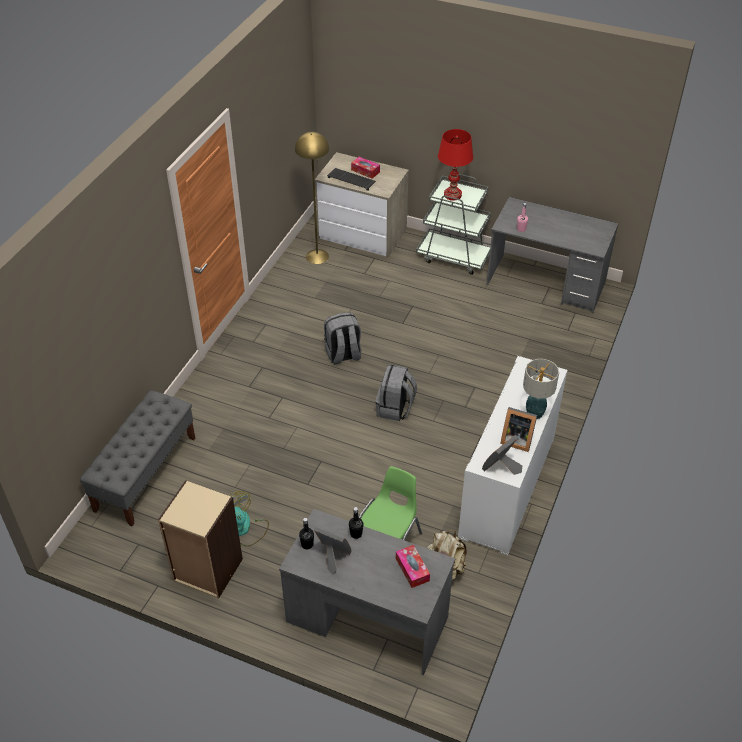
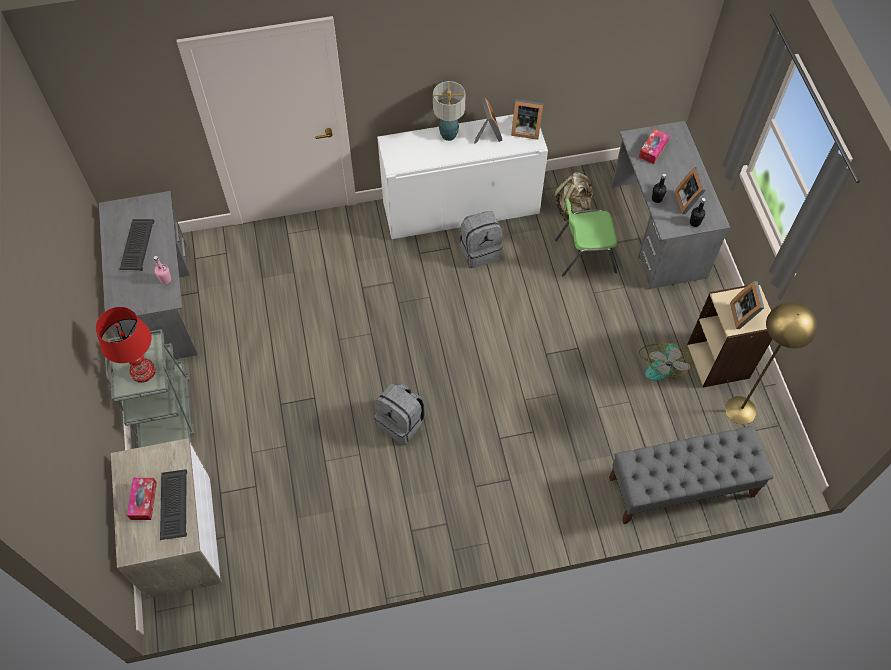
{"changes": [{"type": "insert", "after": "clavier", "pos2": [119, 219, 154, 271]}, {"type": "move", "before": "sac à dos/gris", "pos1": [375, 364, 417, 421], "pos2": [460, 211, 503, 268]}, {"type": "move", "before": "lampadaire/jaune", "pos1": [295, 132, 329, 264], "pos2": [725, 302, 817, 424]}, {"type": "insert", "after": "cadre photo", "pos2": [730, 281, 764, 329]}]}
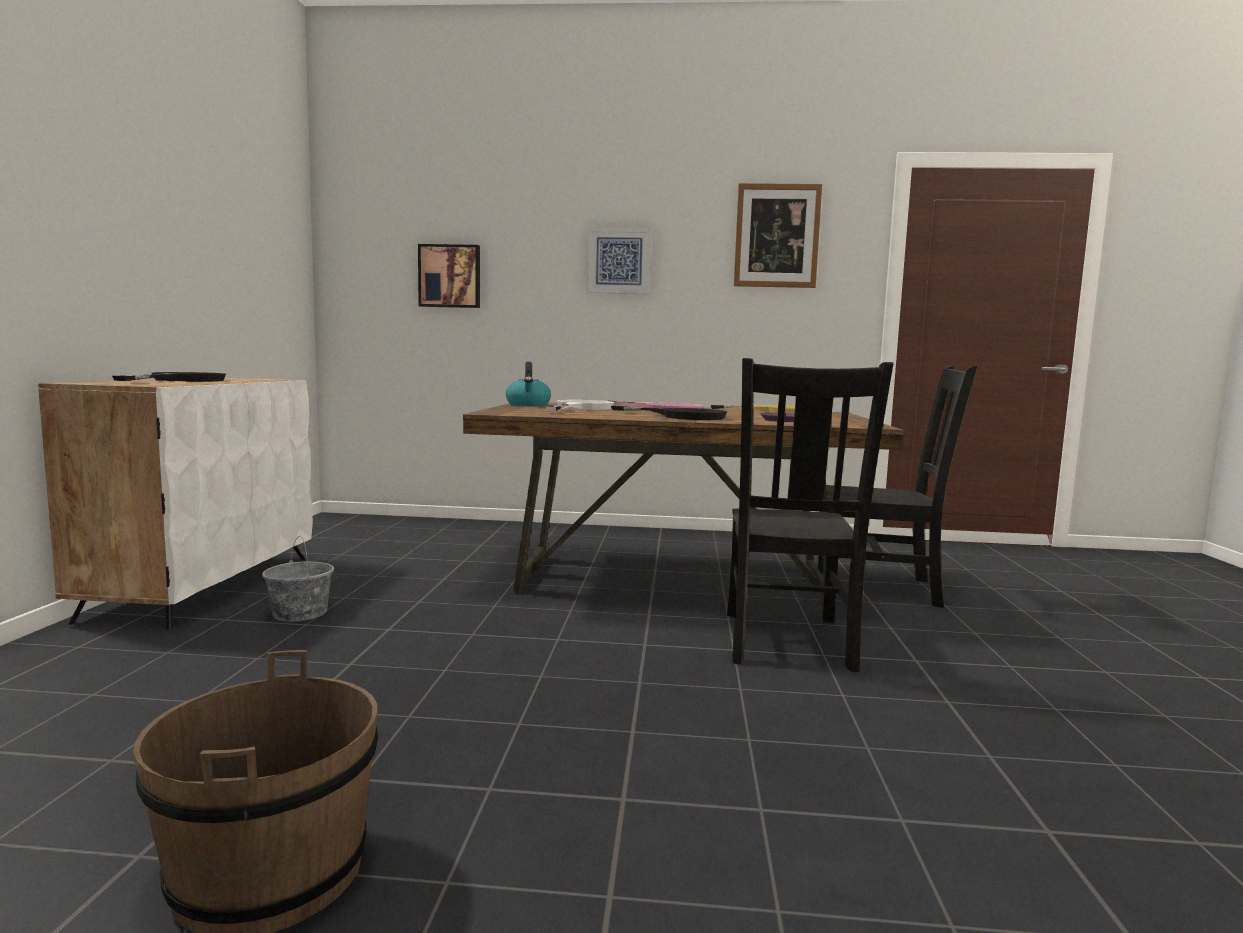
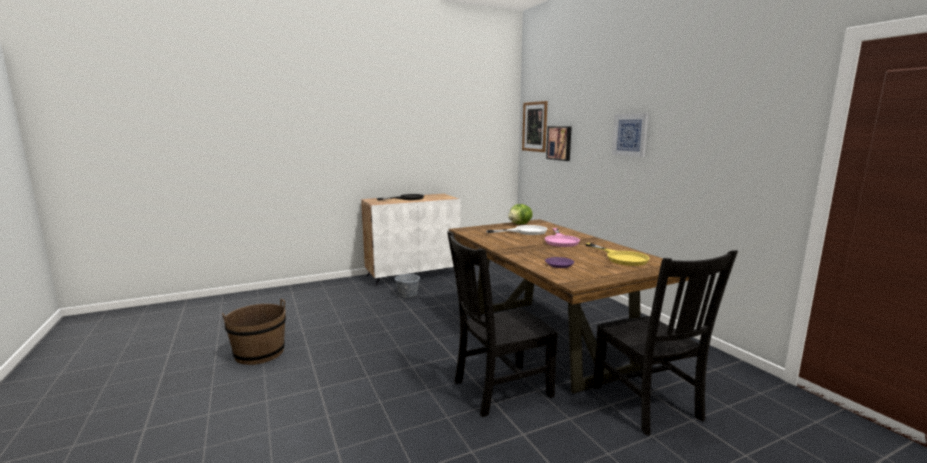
{"changes": [{"type": "replace", "before": "bouilloire", "after": "laitue", "pos1": [506, 362, 551, 406], "pos2": [508, 204, 533, 224]}, {"type": "move", "before": "tableau", "pos1": [734, 183, 822, 288], "pos2": [522, 101, 547, 152]}, {"type": "delete", "before": "poêle/noir", "pos1": [611, 406, 727, 420]}]}
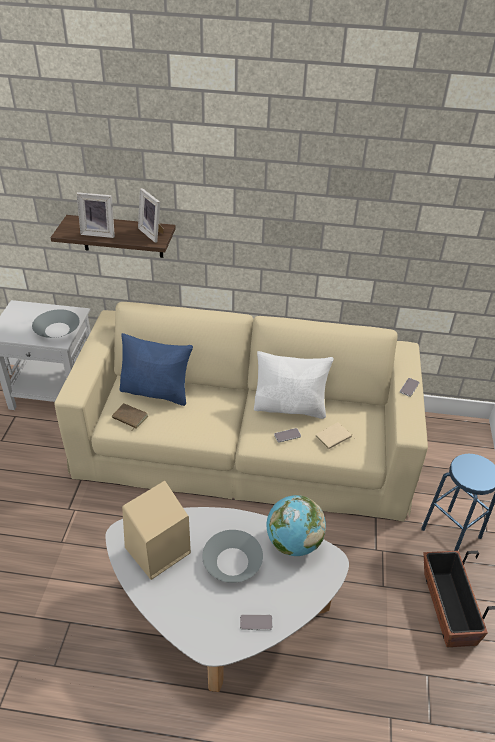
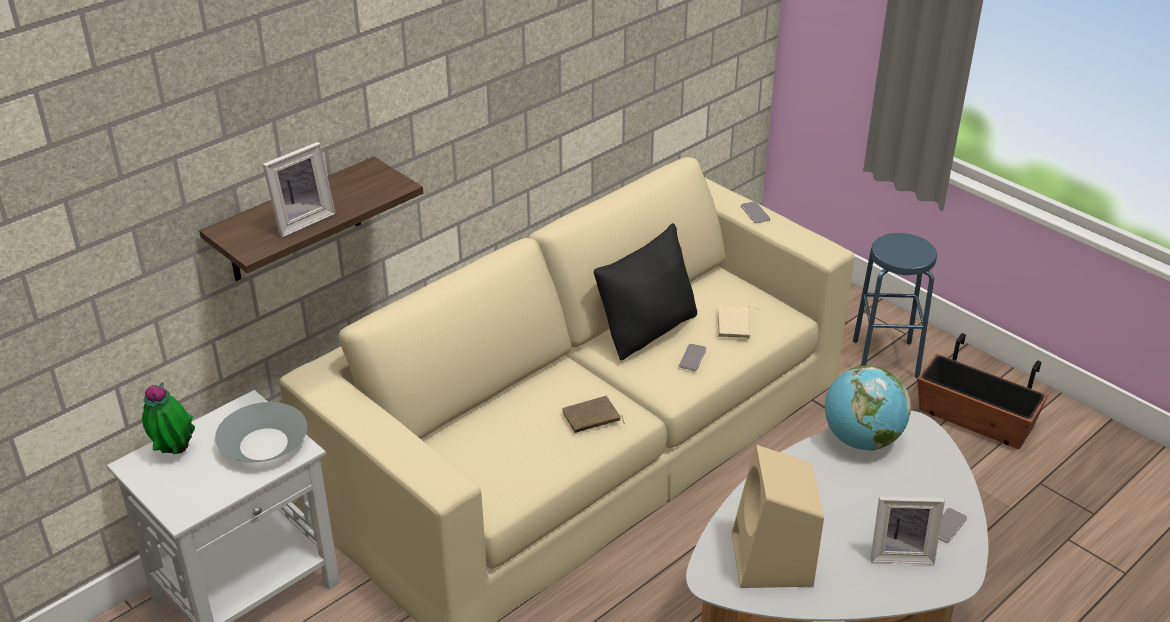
{"changes": [{"type": "insert", "after": "plante en pot", "pos2": [142, 382, 195, 454]}, {"type": "move", "before": "livre/marron", "pos1": [112, 403, 148, 430], "pos2": [562, 396, 625, 433]}, {"type": "recolor", "before": "coussin/blanc", "after": "coussin/noir", "pos1": [254, 351, 334, 419], "pos2": [594, 223, 697, 361]}, {"type": "move", "before": "cadre photo", "pos1": [138, 188, 164, 243], "pos2": [870, 496, 945, 564]}, {"type": "delete", "before": "coussin/bleu", "pos1": [120, 333, 193, 406]}, {"type": "delete", "before": "bol/gris", "pos1": [202, 530, 263, 583]}]}
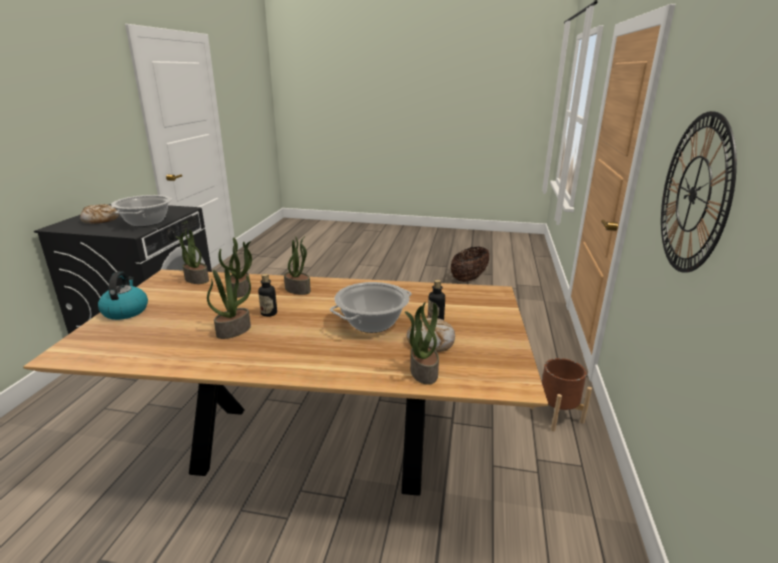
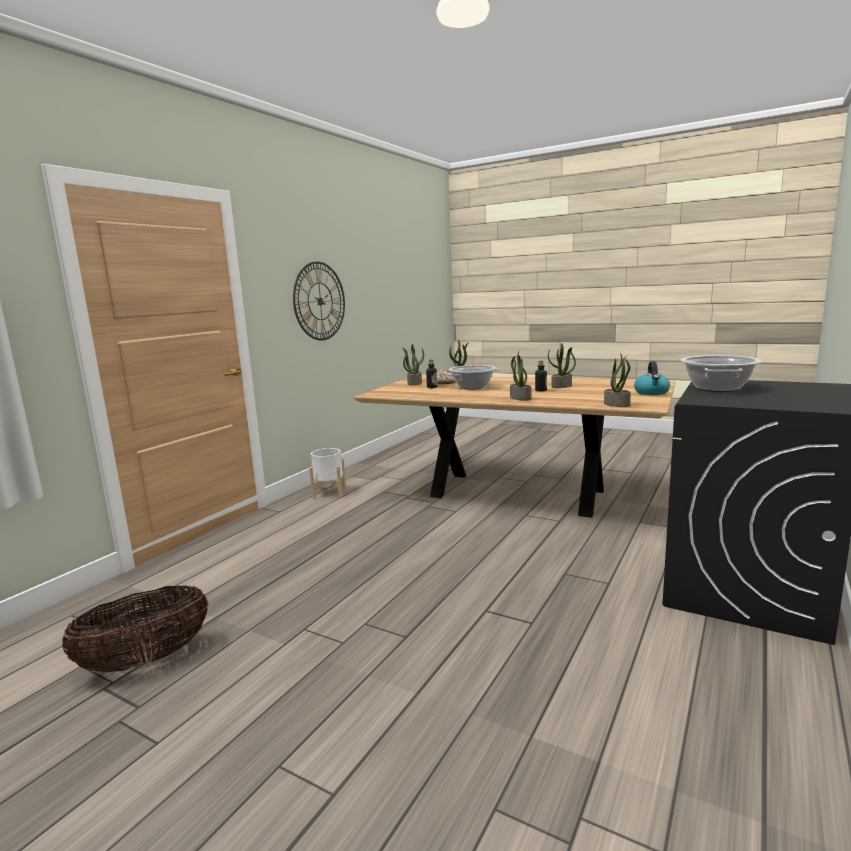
{"changes": [{"type": "recolor", "before": "cache-pot/marron", "after": "cache-pot/blanc", "pos1": [530, 358, 592, 431], "pos2": [309, 448, 346, 499]}, {"type": "move", "before": "plante en pot", "pos1": [218, 237, 252, 298], "pos2": [402, 344, 424, 385]}, {"type": "delete", "before": "pain", "pos1": [80, 204, 119, 224]}]}
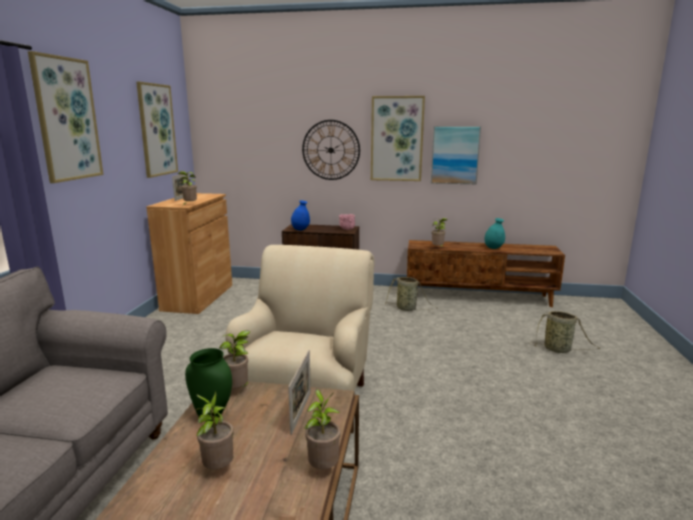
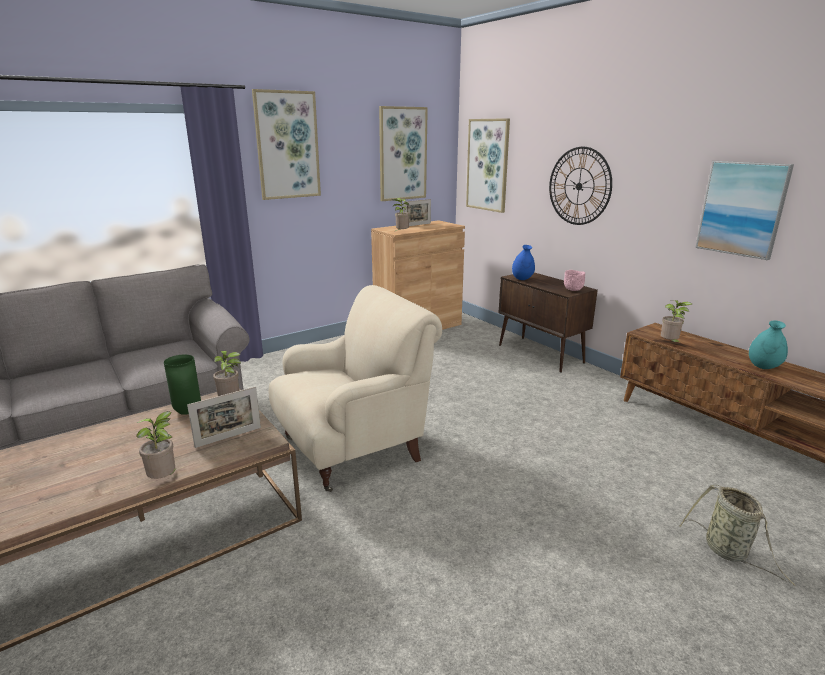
{"changes": [{"type": "move", "before": "tableau", "pos1": [371, 96, 425, 181], "pos2": [466, 118, 510, 213]}, {"type": "delete", "before": "plante en pot", "pos1": [196, 391, 234, 469]}, {"type": "delete", "before": "panier", "pos1": [385, 277, 437, 311]}]}
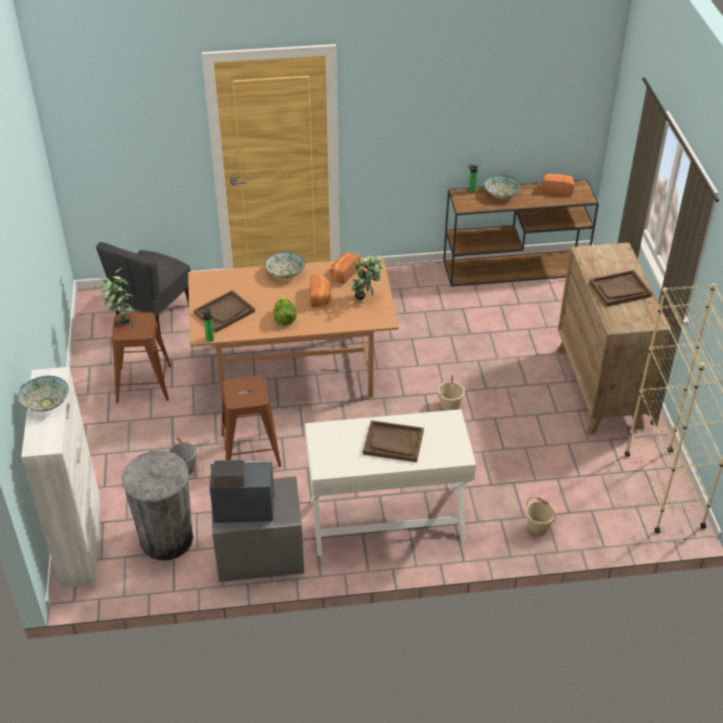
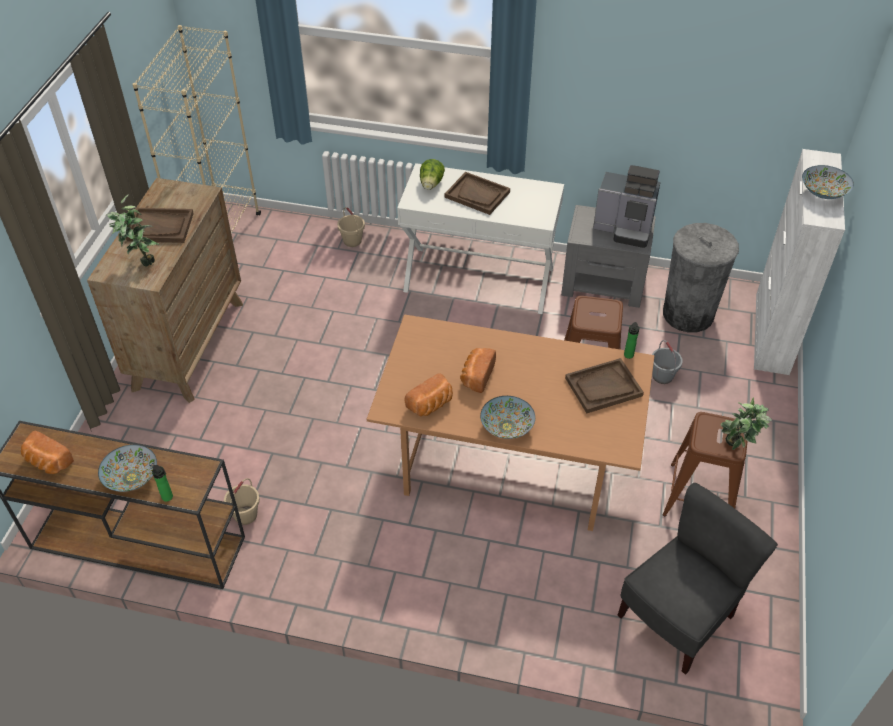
{"changes": [{"type": "move", "before": "plante en pot", "pos1": [350, 255, 385, 300], "pos2": [106, 194, 159, 267]}, {"type": "move", "before": "seau/beige", "pos1": [438, 374, 465, 411], "pos2": [224, 478, 260, 525]}, {"type": "move", "before": "laitue", "pos1": [274, 297, 297, 325], "pos2": [420, 159, 445, 190]}]}
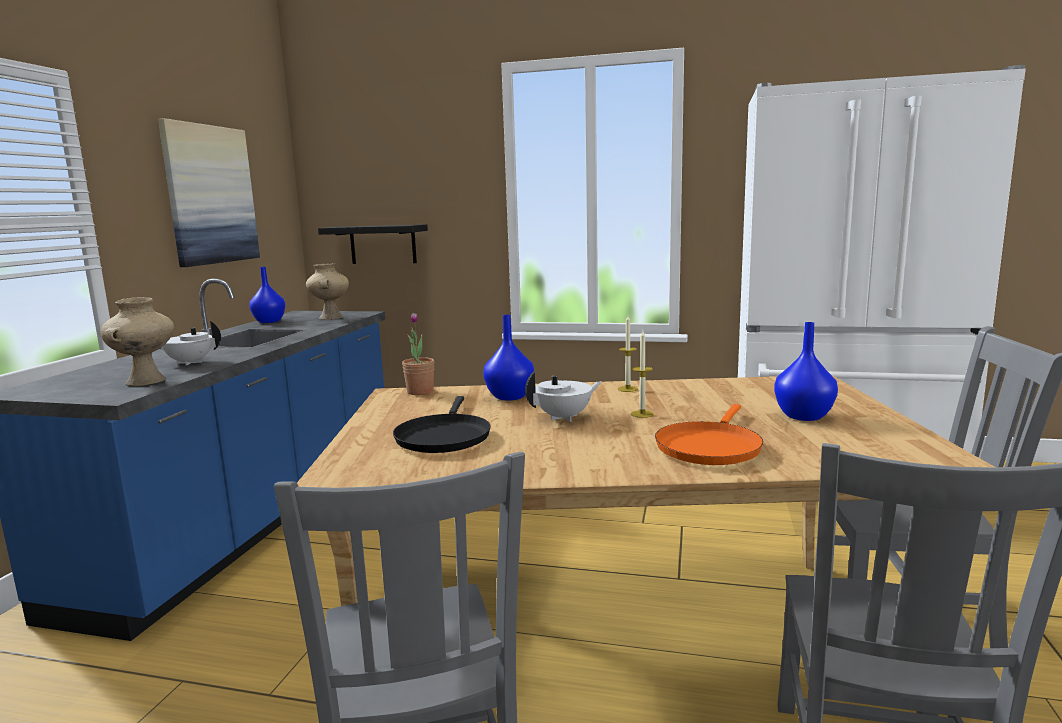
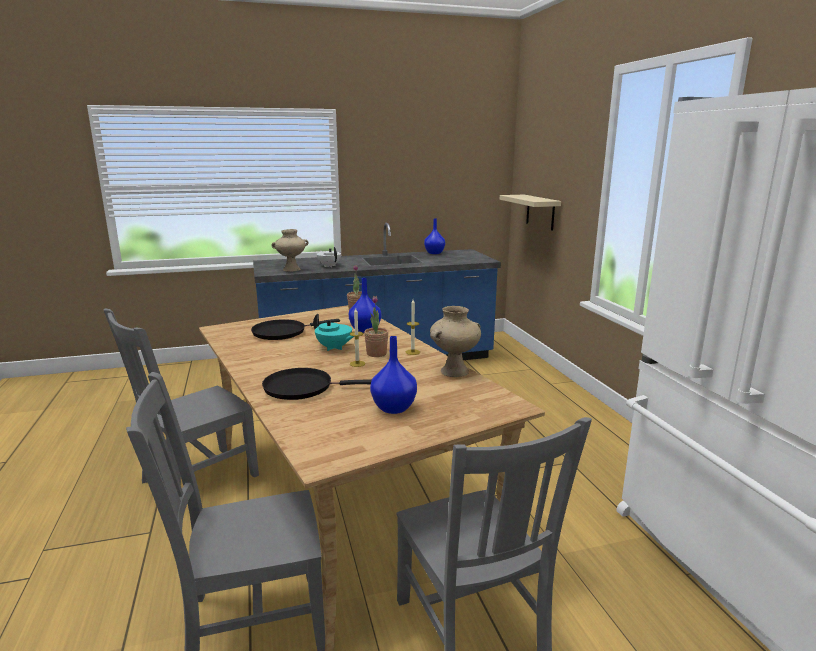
{"changes": [{"type": "recolor", "before": "poêle/orange", "after": "poêle/noir", "pos1": [655, 404, 763, 465], "pos2": [262, 368, 372, 400]}, {"type": "recolor", "before": "théière/blanc", "after": "théière/turquoise", "pos1": [525, 372, 602, 422], "pos2": [313, 314, 354, 351]}, {"type": "insert", "after": "plante en pot", "pos2": [364, 296, 388, 357]}, {"type": "move", "before": "vase/beige", "pos1": [306, 264, 349, 320], "pos2": [430, 306, 481, 377]}, {"type": "recolor", "before": "étagère/noir", "after": "étagère/beige", "pos1": [318, 224, 428, 264], "pos2": [500, 195, 561, 230]}, {"type": "delete", "before": "tableau", "pos1": [158, 118, 260, 267]}]}
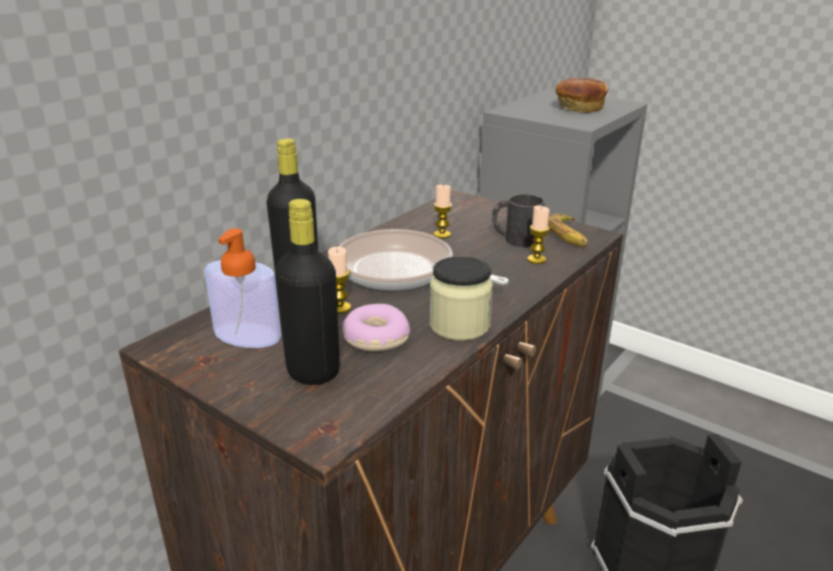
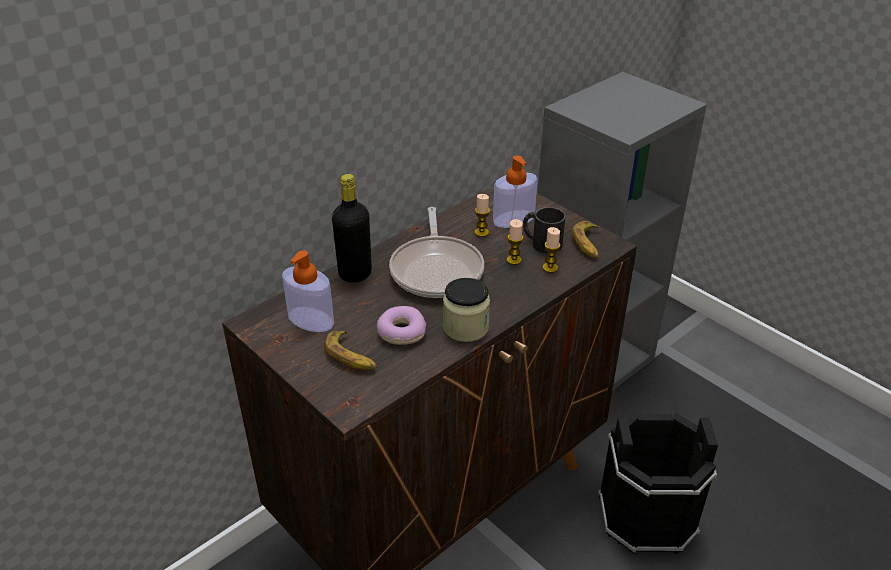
{"changes": [{"type": "replace", "before": "bouteille/noir", "after": "banane", "pos1": [275, 199, 340, 385], "pos2": [324, 330, 377, 370]}, {"type": "rotate", "before": "poêle", "pos1": [339, 229, 509, 290], "pos2": [389, 207, 484, 298], "turn": -135}, {"type": "insert", "after": "distributeur de savon", "pos2": [493, 156, 537, 228]}, {"type": "move", "before": "bougie", "pos1": [328, 246, 351, 314], "pos2": [506, 219, 524, 265]}, {"type": "delete", "before": "pain", "pos1": [555, 78, 609, 113]}]}
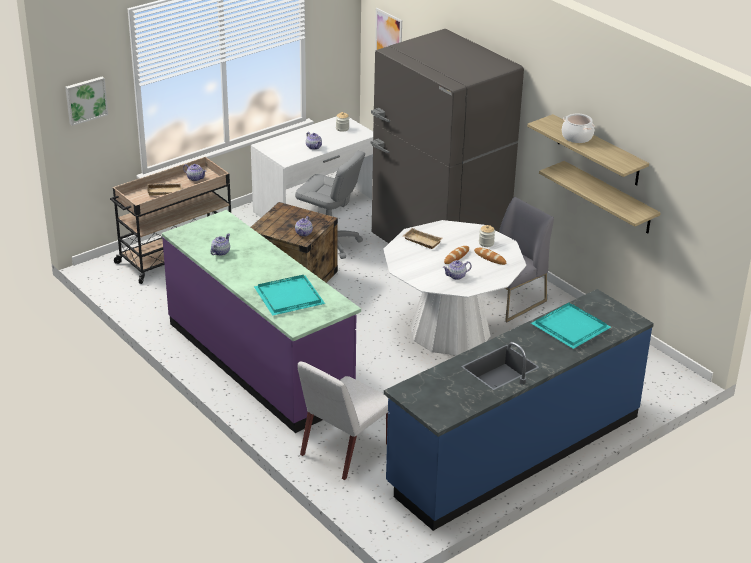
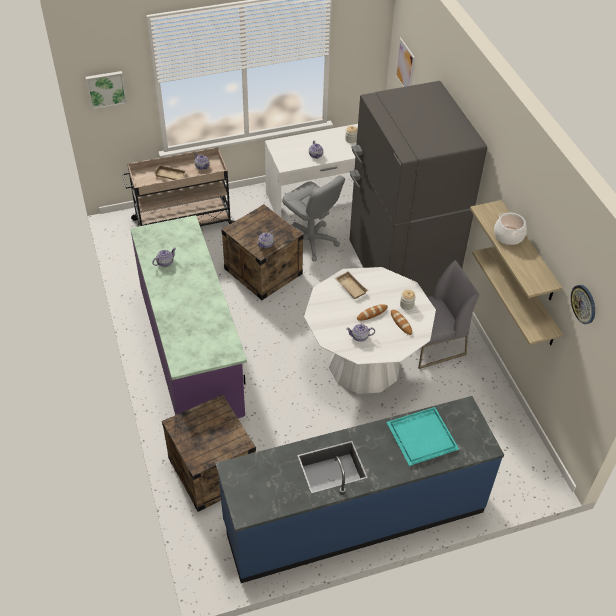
{"changes": [{"type": "replace", "before": "chaise/blanc", "after": "caisse", "pos1": [297, 361, 388, 480], "pos2": [162, 395, 256, 512]}, {"type": "insert", "after": "horloge murale", "pos2": [571, 285, 595, 324]}, {"type": "delete", "before": "plateau/turquoise", "pos1": [254, 275, 325, 316]}]}
